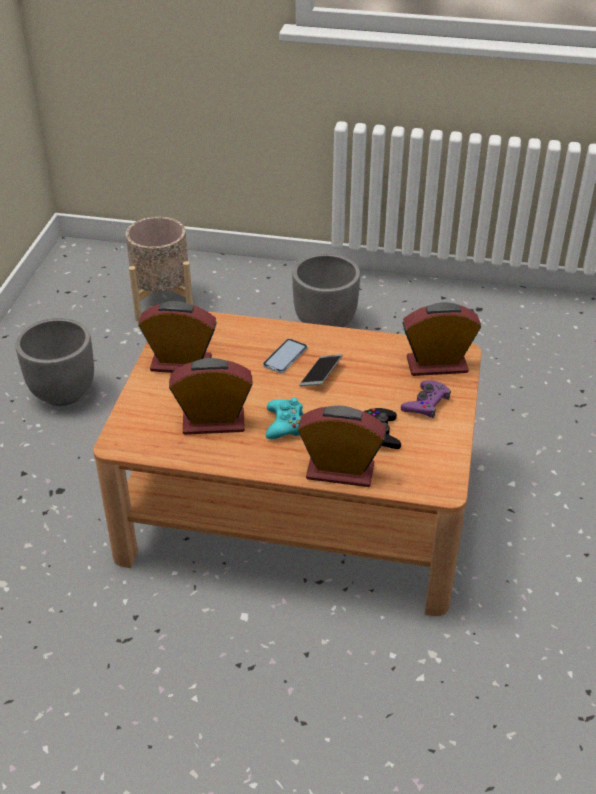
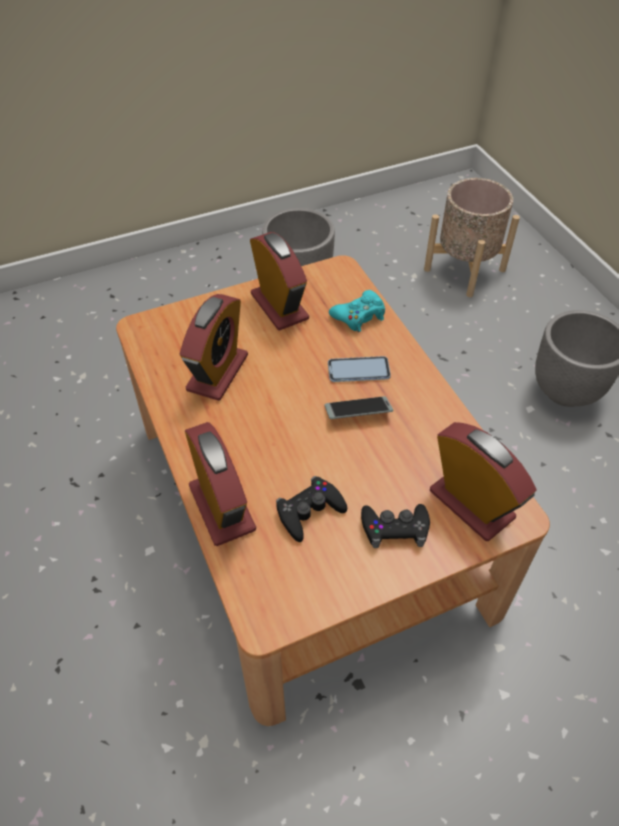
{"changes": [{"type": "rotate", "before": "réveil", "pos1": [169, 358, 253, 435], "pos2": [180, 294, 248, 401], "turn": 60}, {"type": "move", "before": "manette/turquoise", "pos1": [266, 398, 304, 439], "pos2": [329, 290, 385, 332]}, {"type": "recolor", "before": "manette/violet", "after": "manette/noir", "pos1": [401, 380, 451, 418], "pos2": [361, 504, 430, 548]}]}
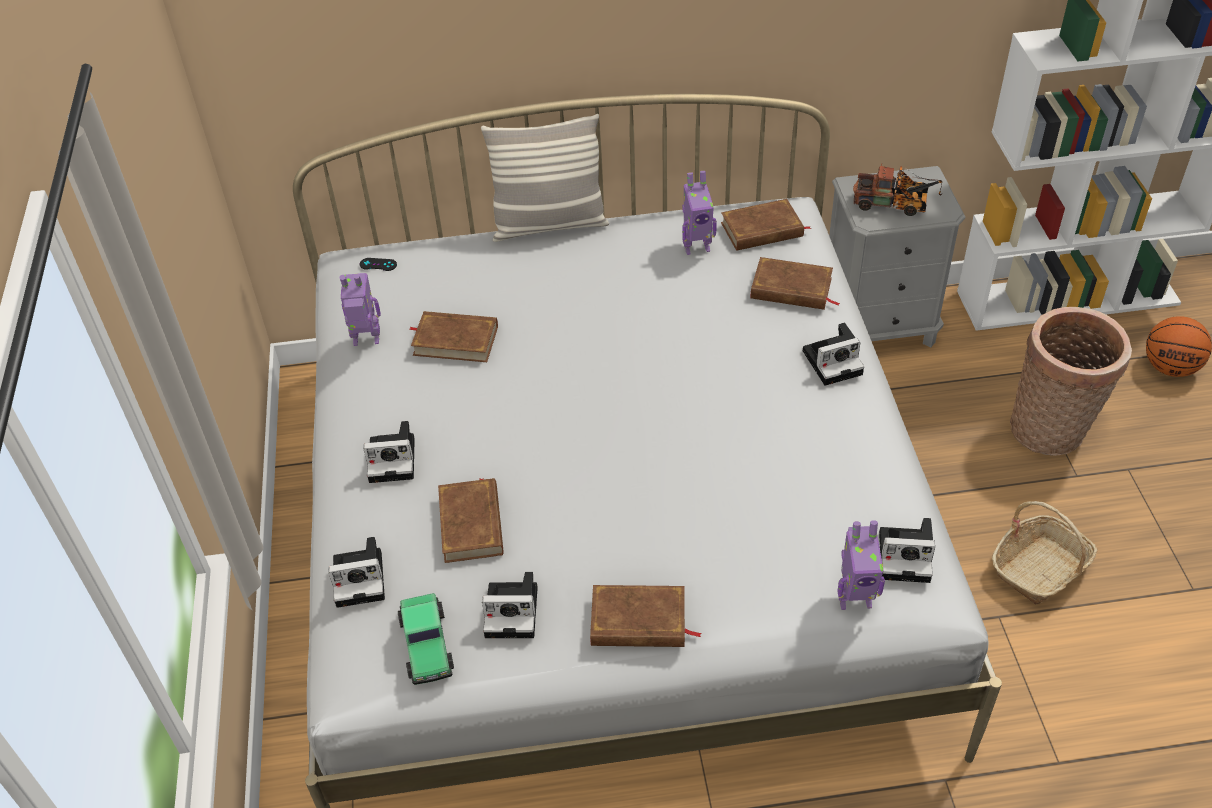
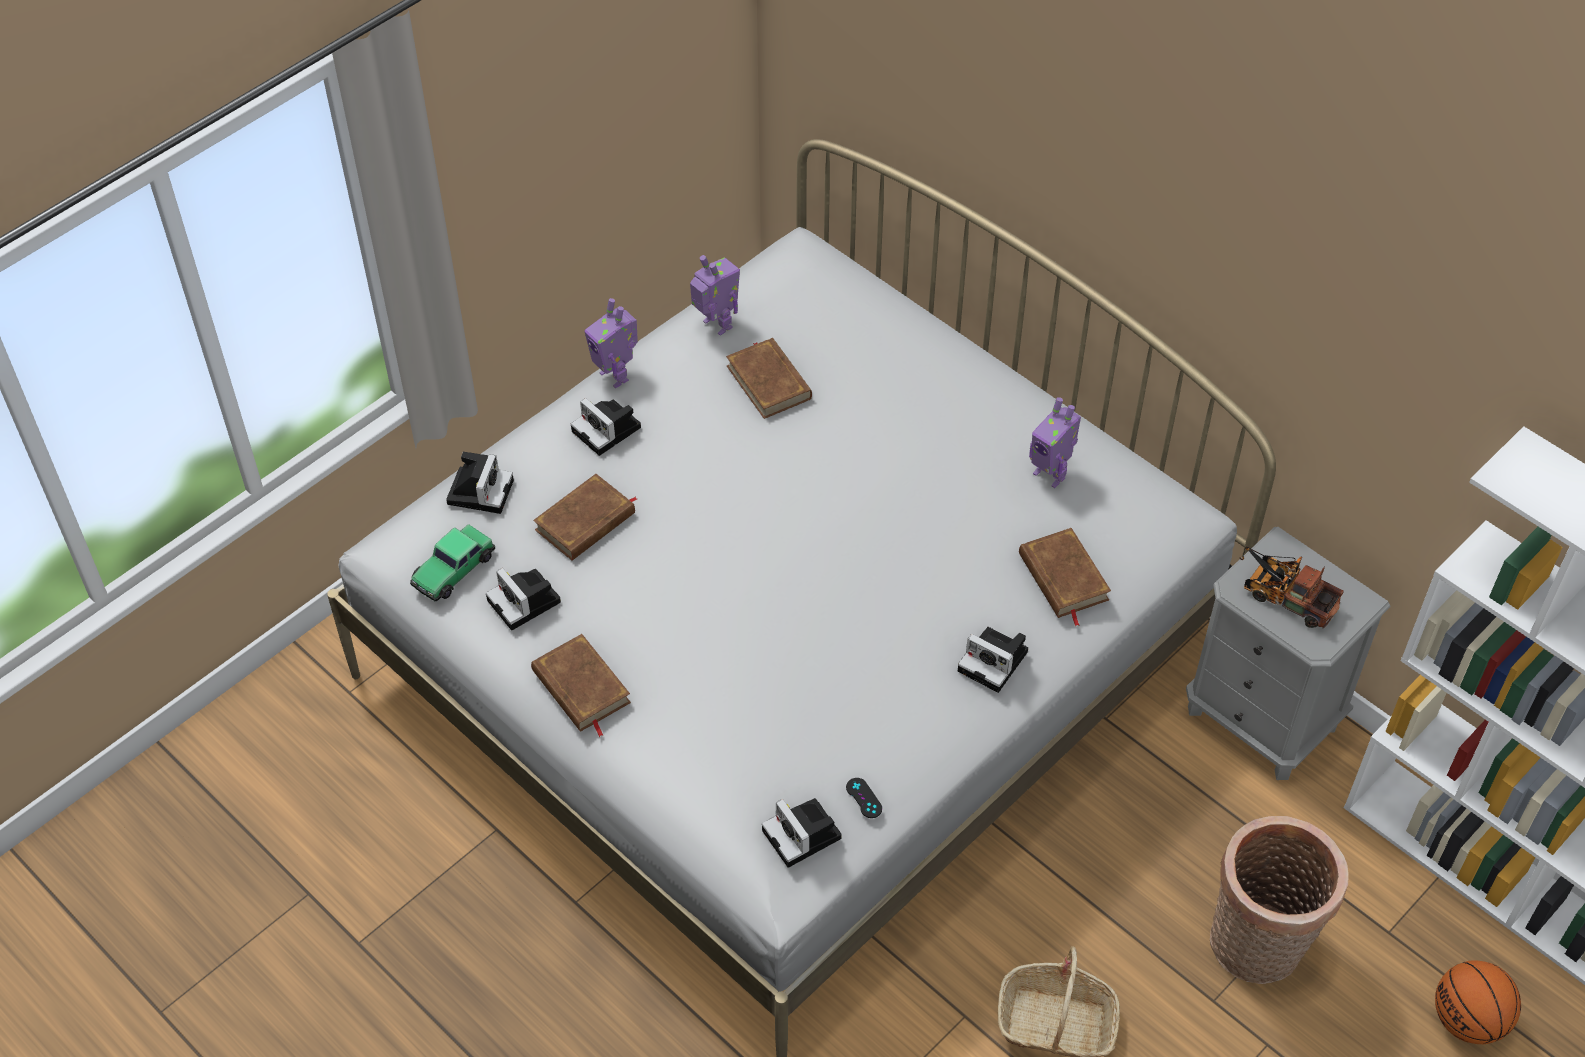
{"changes": [{"type": "rotate", "before": "appareil photo", "pos1": [328, 537, 385, 608], "pos2": [446, 452, 514, 514], "turn": -120}, {"type": "move", "before": "robot jouet", "pos1": [837, 520, 885, 610], "pos2": [584, 298, 638, 388]}, {"type": "move", "before": "manette/noir", "pos1": [360, 258, 397, 271], "pos2": [846, 778, 882, 818]}, {"type": "rotate", "before": "camion jouet", "pos1": [853, 163, 942, 216], "pos2": [1240, 547, 1344, 628], "turn": 150}, {"type": "delete", "before": "coussin", "pos1": [481, 114, 609, 242]}, {"type": "delete", "before": "livre/marron", "pos1": [721, 199, 812, 251]}]}
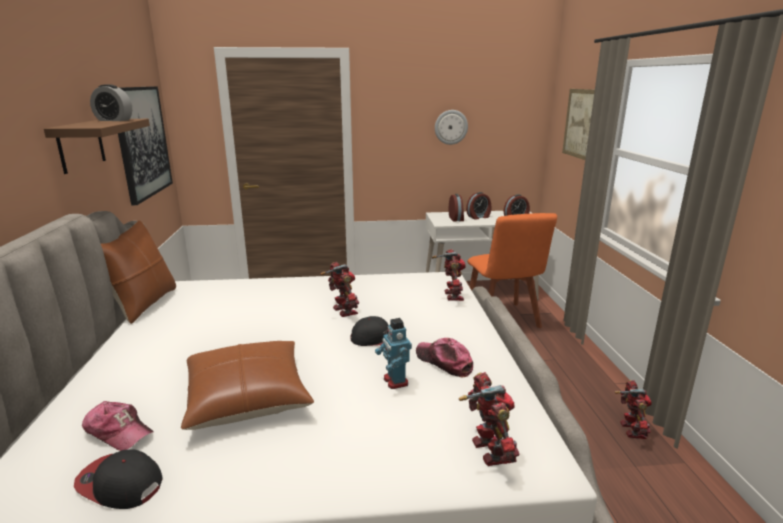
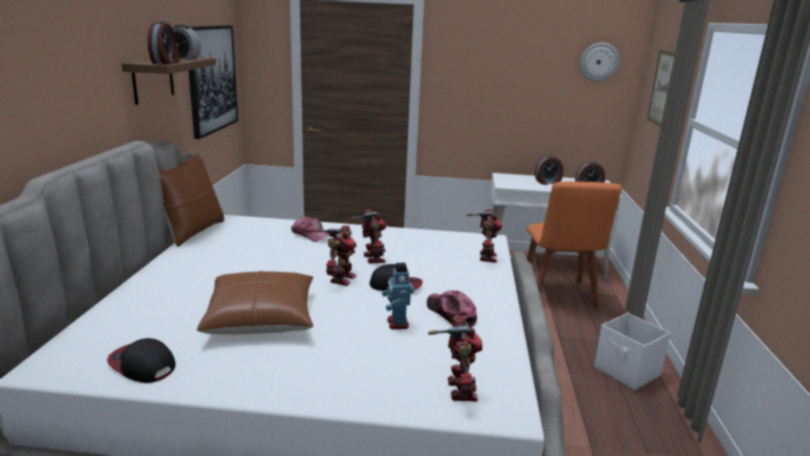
{"changes": [{"type": "move", "before": "réveil", "pos1": [449, 194, 464, 222], "pos2": [147, 21, 180, 64]}, {"type": "move", "before": "casquette", "pos1": [82, 401, 154, 451], "pos2": [291, 216, 331, 242]}, {"type": "move", "before": "robot jouet", "pos1": [615, 380, 651, 439], "pos2": [315, 225, 356, 286]}, {"type": "move", "before": "horloge murale", "pos1": [435, 110, 468, 145], "pos2": [580, 43, 619, 81]}, {"type": "insert", "after": "boîte de rangement/blanc", "pos2": [594, 313, 671, 390]}]}
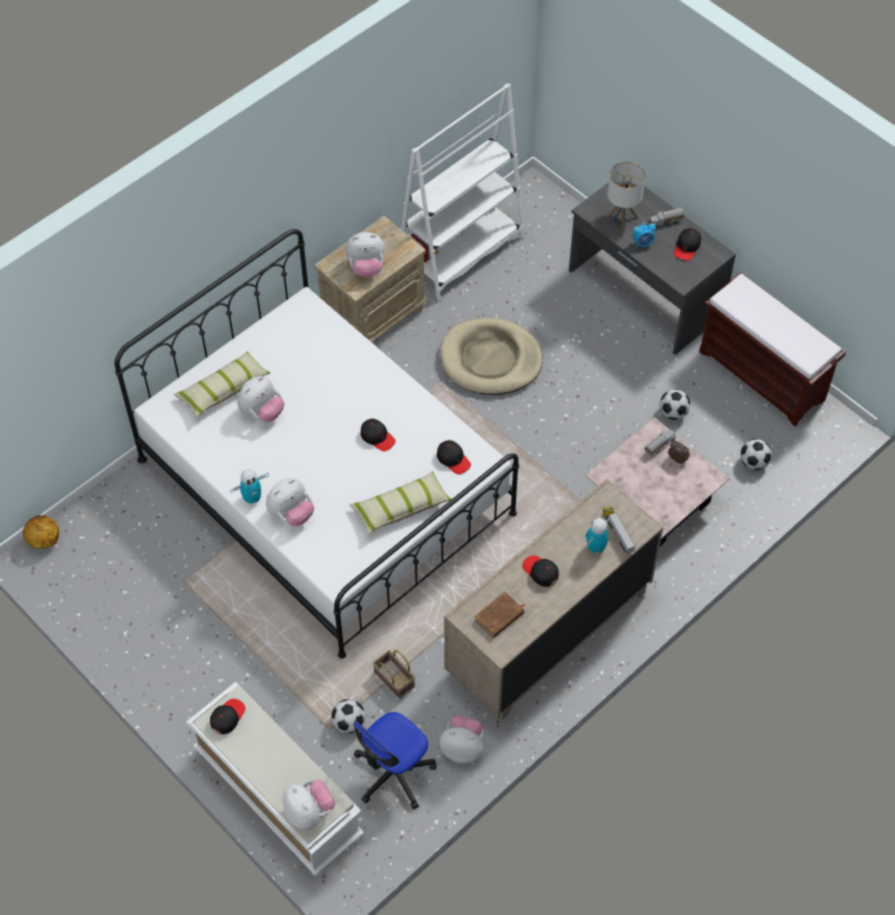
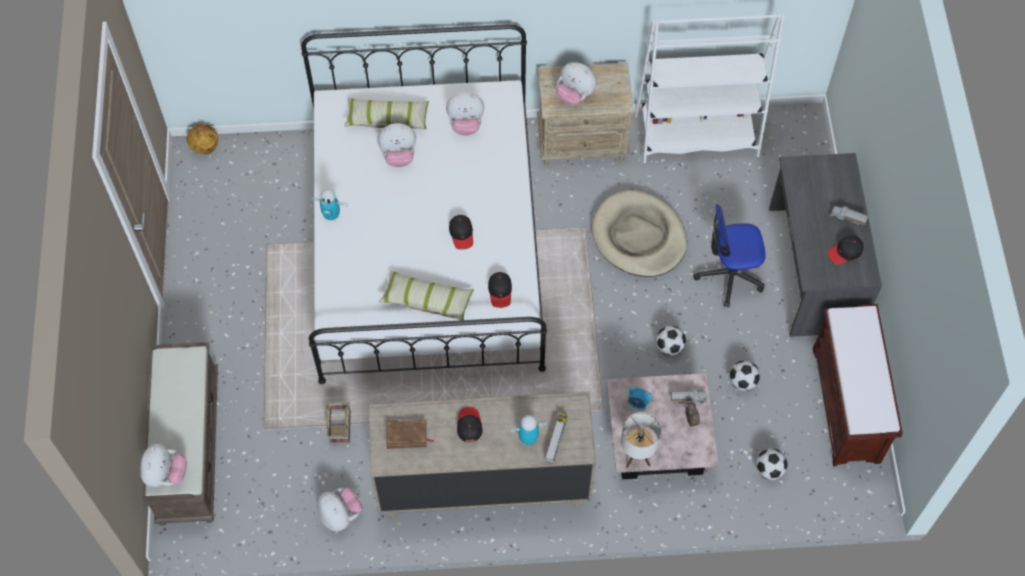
{"changes": [{"type": "recolor", "before": "banc/blanc", "after": "banc/marron", "pos1": [186, 682, 364, 876], "pos2": [143, 342, 218, 526]}, {"type": "move", "before": "peluche", "pos1": [266, 478, 314, 526], "pos2": [446, 92, 484, 136]}, {"type": "move", "before": "lampe de table", "pos1": [606, 161, 645, 230], "pos2": [621, 412, 661, 468]}, {"type": "move", "before": "réveil", "pos1": [633, 222, 656, 248], "pos2": [628, 386, 652, 410]}, {"type": "move", "before": "ballon de foot", "pos1": [331, 699, 365, 733], "pos2": [656, 326, 686, 356]}, {"type": "move", "before": "chaise de bureau", "pos1": [353, 712, 437, 809], "pos2": [693, 204, 765, 307]}, {"type": "delete", "before": "casquette/noir", "pos1": [210, 699, 246, 734]}]}
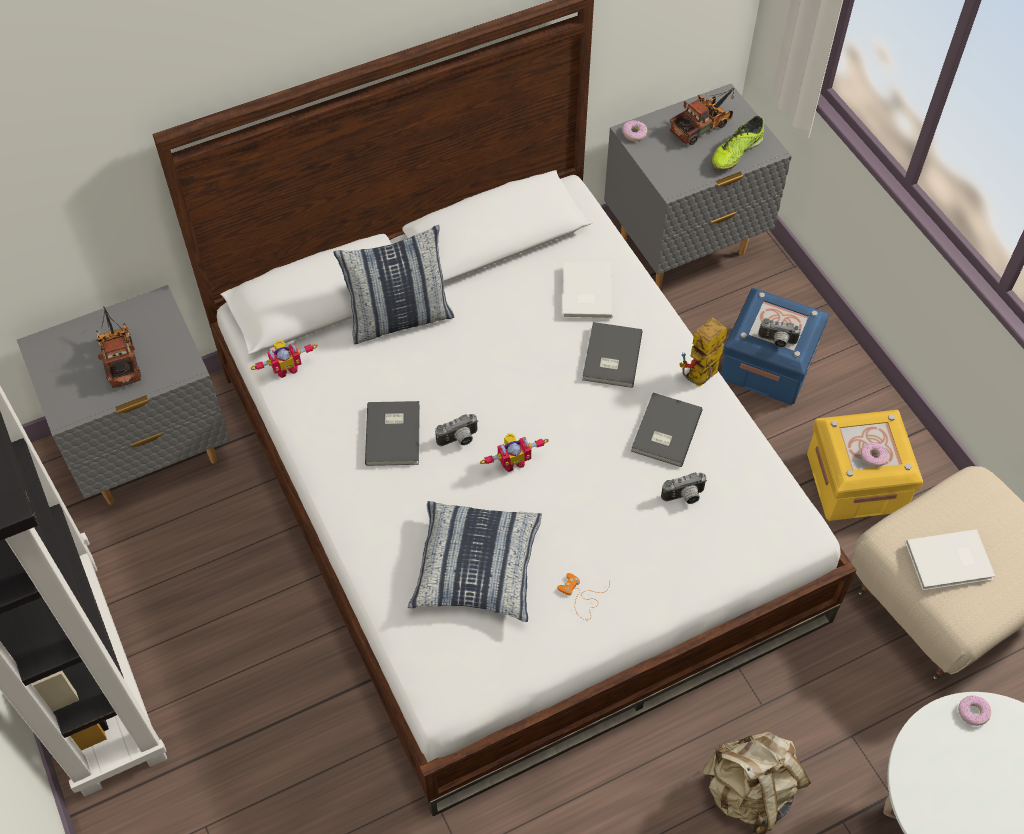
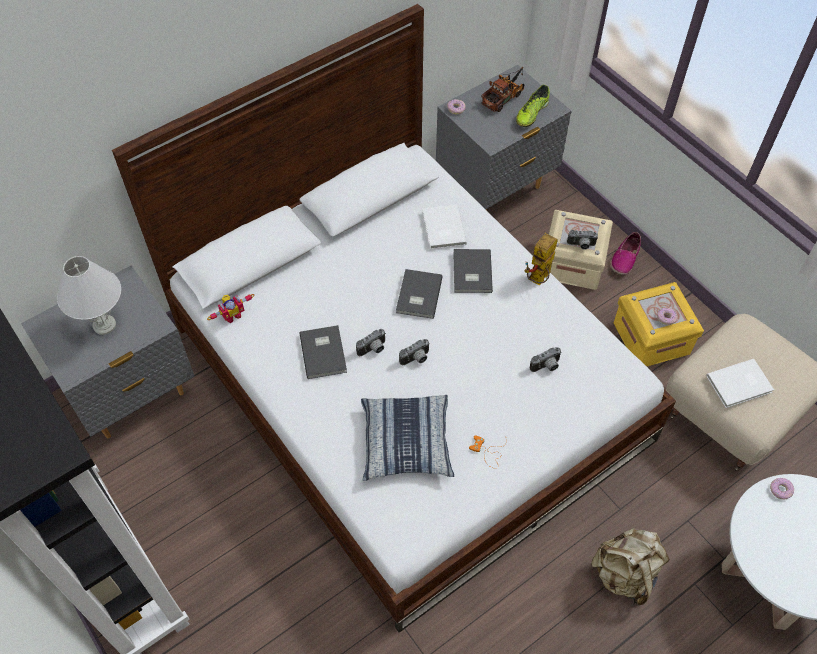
{"changes": [{"type": "replace", "before": "camion jouet", "after": "lampe de table/blanc", "pos1": [96, 307, 141, 388], "pos2": [57, 256, 121, 335]}, {"type": "move", "before": "livre/gris", "pos1": [631, 393, 703, 467], "pos2": [396, 269, 443, 319]}, {"type": "replace", "before": "robot jouet", "after": "appareil photo", "pos1": [480, 434, 549, 472], "pos2": [399, 339, 430, 365]}, {"type": "recolor", "before": "boîte de rangement/bleu", "after": "boîte de rangement/beige", "pos1": [721, 288, 829, 405], "pos2": [549, 210, 613, 290]}, {"type": "insert", "after": "chaussure", "pos2": [611, 232, 641, 275]}, {"type": "delete", "before": "coussin", "pos1": [334, 225, 454, 344]}]}
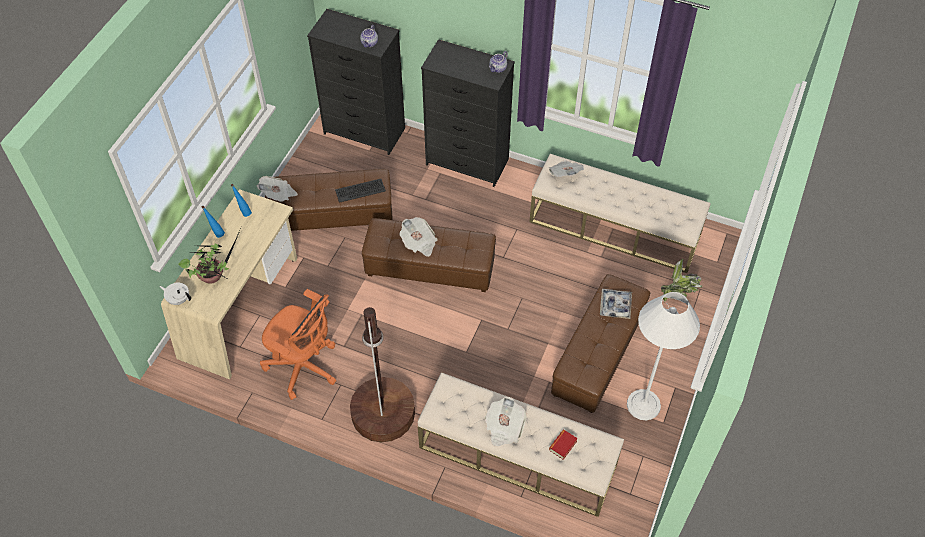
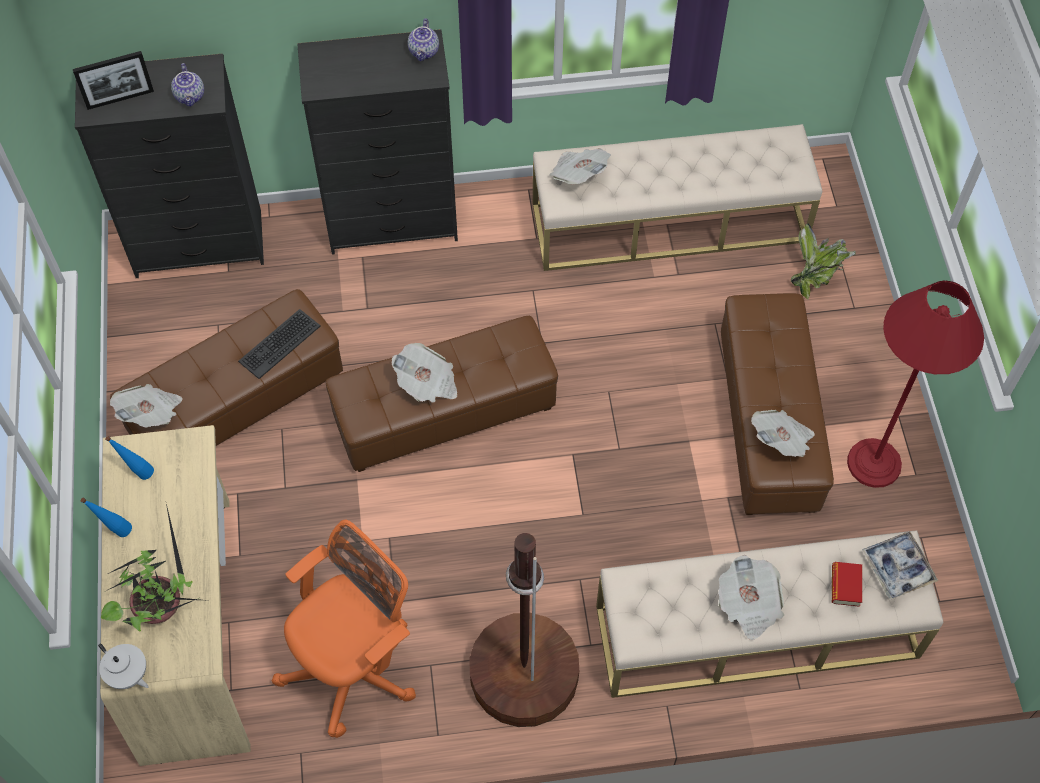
{"changes": [{"type": "insert", "after": "cadre photo", "pos2": [73, 51, 154, 110]}, {"type": "rotate", "before": "théière/blanc", "pos1": [160, 282, 191, 305], "pos2": [98, 644, 149, 689], "turn": -135}, {"type": "rotate", "before": "chaise de bureau/orange", "pos1": [260, 289, 336, 400], "pos2": [272, 520, 416, 738], "turn": -45}, {"type": "insert", "after": "journal", "pos2": [751, 410, 815, 457]}, {"type": "recolor", "before": "lampadaire/blanc", "after": "lampadaire/rouge", "pos1": [627, 292, 700, 420], "pos2": [847, 281, 984, 488]}, {"type": "move", "before": "plateau", "pos1": [600, 289, 632, 319], "pos2": [862, 531, 939, 599]}]}
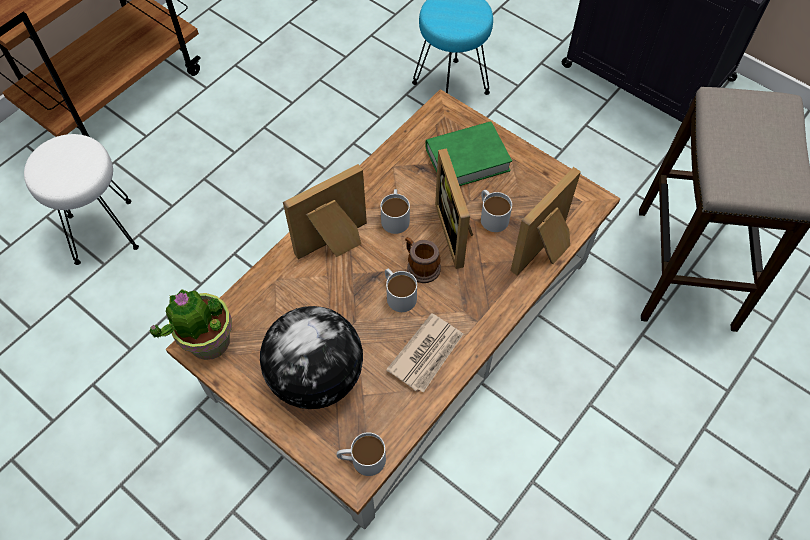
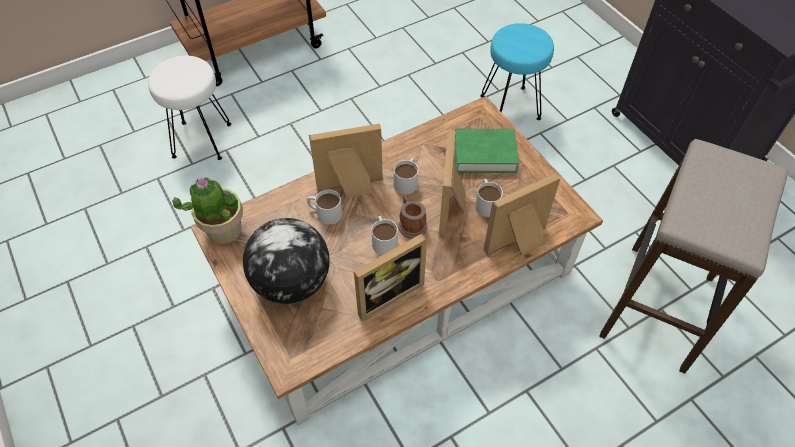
{"changes": [{"type": "move", "before": "mug/blanc", "pos1": [337, 432, 386, 476], "pos2": [307, 189, 342, 225]}, {"type": "replace", "before": "journal", "after": "cadre photo", "pos1": [386, 313, 463, 393], "pos2": [354, 233, 427, 321]}]}
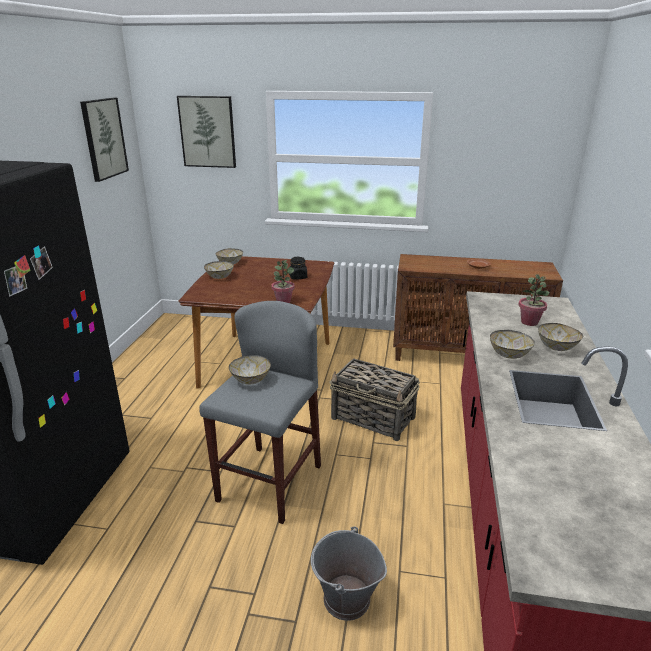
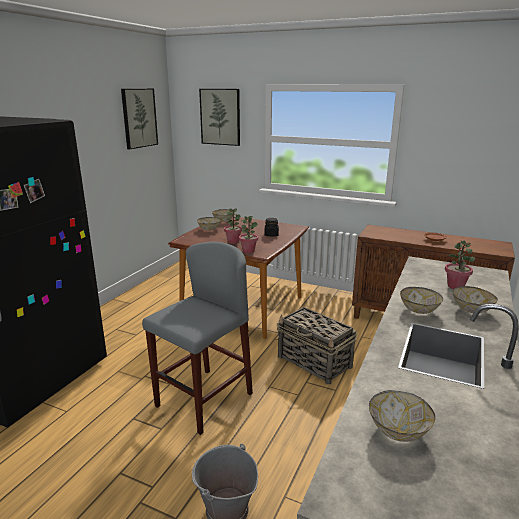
{"changes": [{"type": "insert", "after": "plante en pot", "pos2": [224, 208, 242, 244]}, {"type": "move", "before": "bol", "pos1": [229, 355, 271, 385], "pos2": [369, 390, 435, 442]}]}
